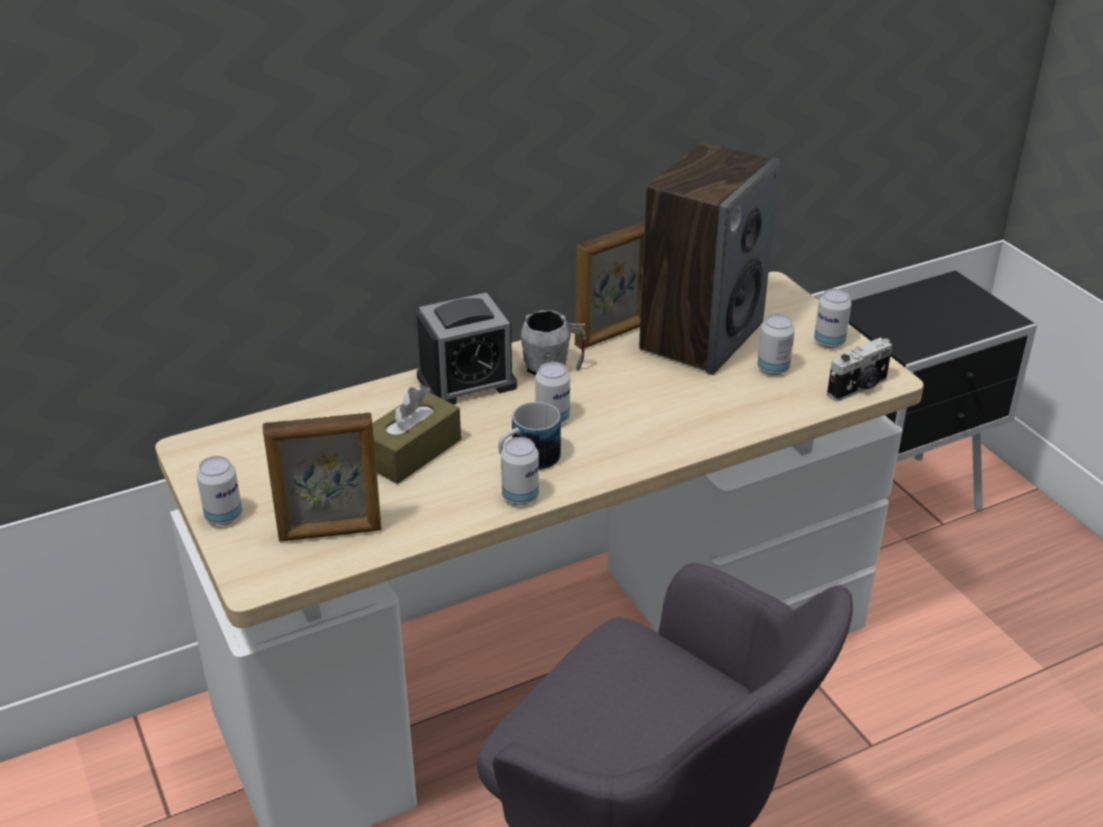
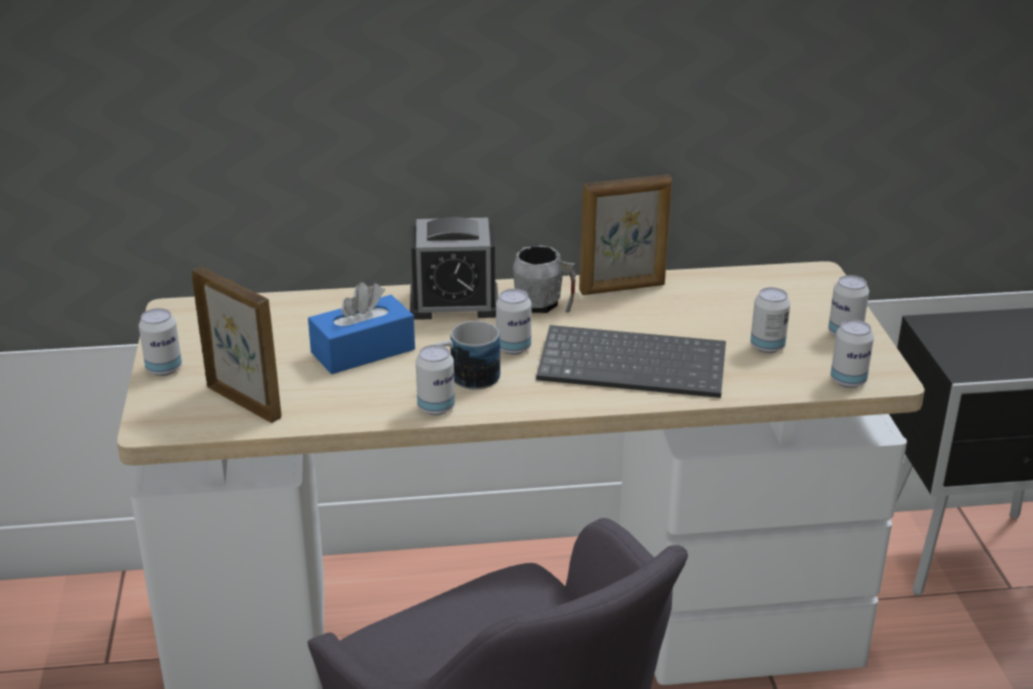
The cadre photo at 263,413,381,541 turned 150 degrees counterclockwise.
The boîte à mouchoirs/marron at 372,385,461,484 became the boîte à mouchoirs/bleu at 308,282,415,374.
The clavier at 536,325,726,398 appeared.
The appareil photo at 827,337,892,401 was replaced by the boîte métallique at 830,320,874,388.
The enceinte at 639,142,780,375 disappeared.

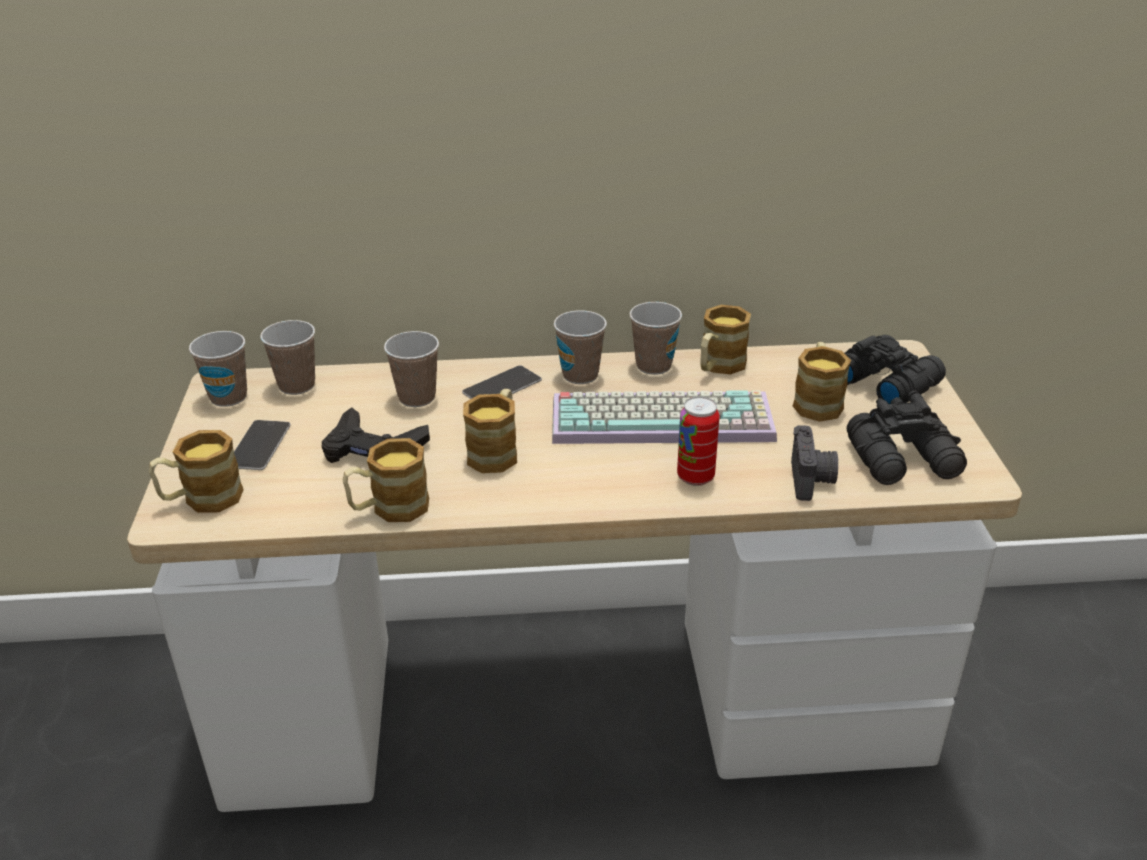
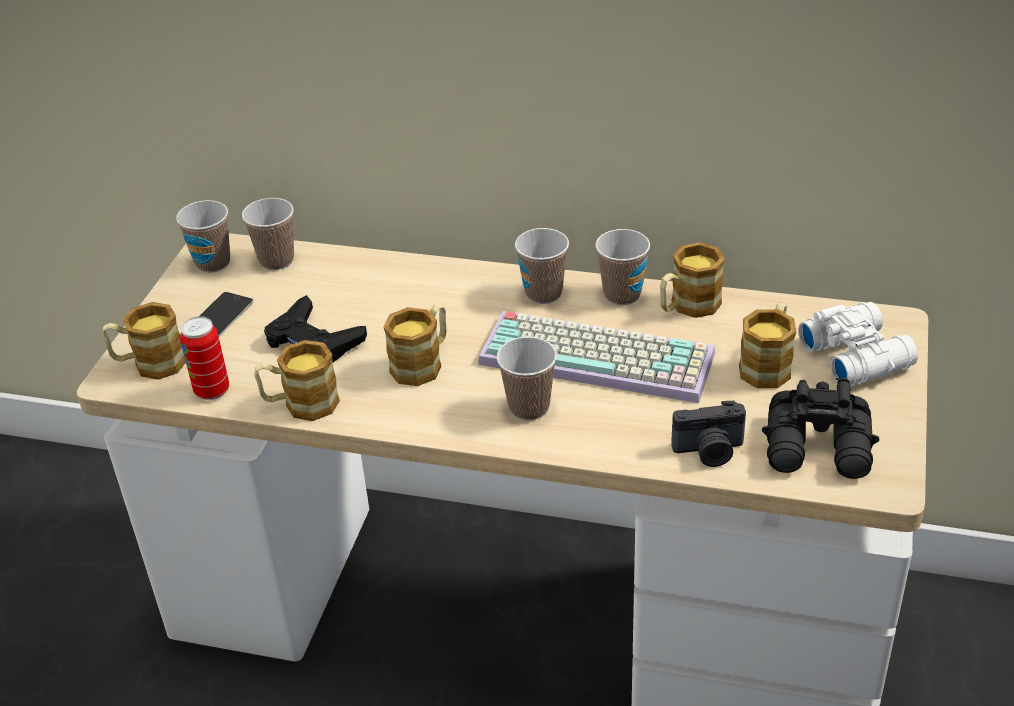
The boîte métallique moved from 677,396,720,486 to 180,316,229,400.
The tasse moved from 384,331,439,407 to 497,337,557,420.
The appareil photo at 791,425,838,501 turned 60 degrees clockwise.
The jumelles/noir at 845,335,946,404 became the jumelles/blanc at 798,302,918,386.
The téléphone at 462,365,542,399 disappeared.

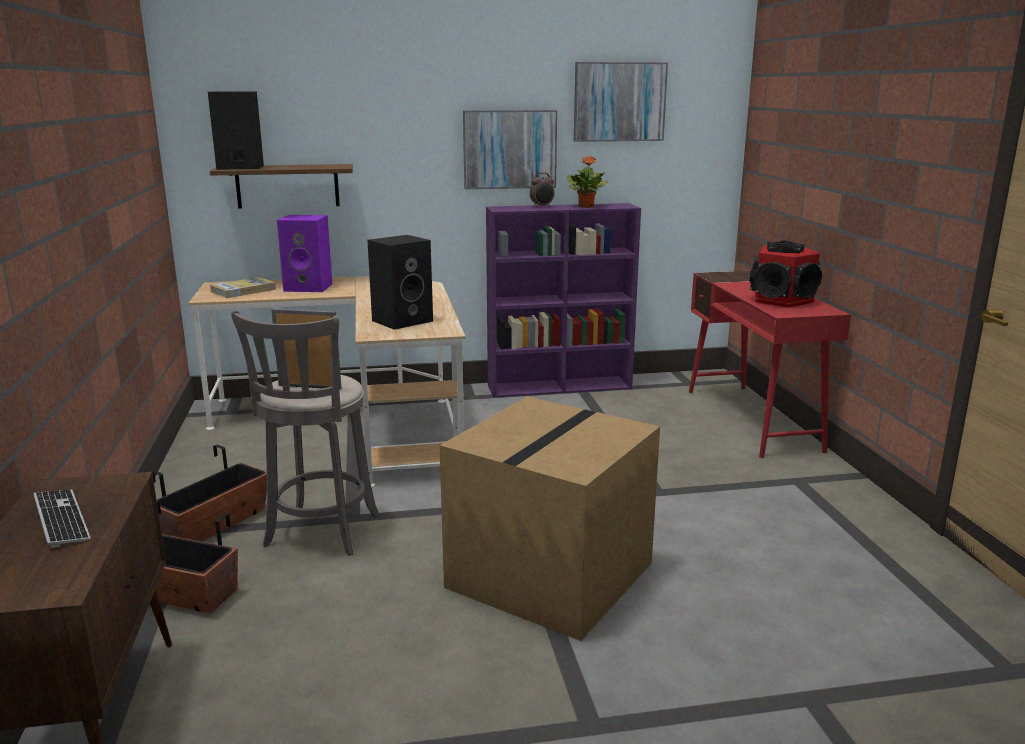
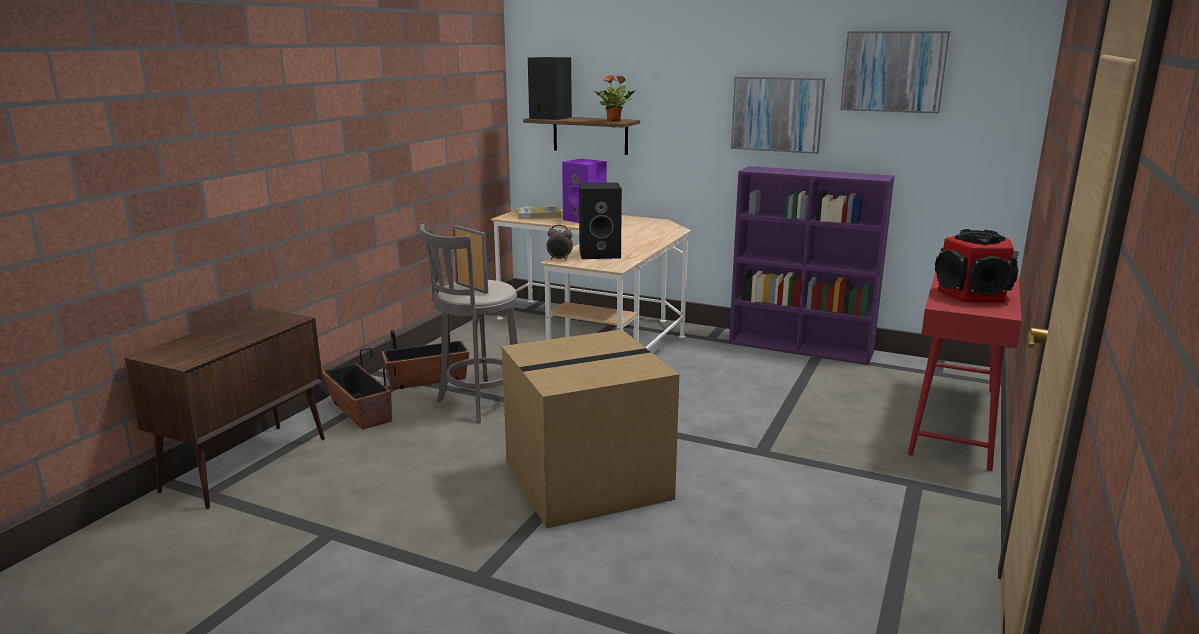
The réveil moved from 530,173,554,207 to 547,225,573,261.
The plante en pot moved from 567,156,607,208 to 595,75,636,122.
The clavier at 34,490,91,548 disappeared.

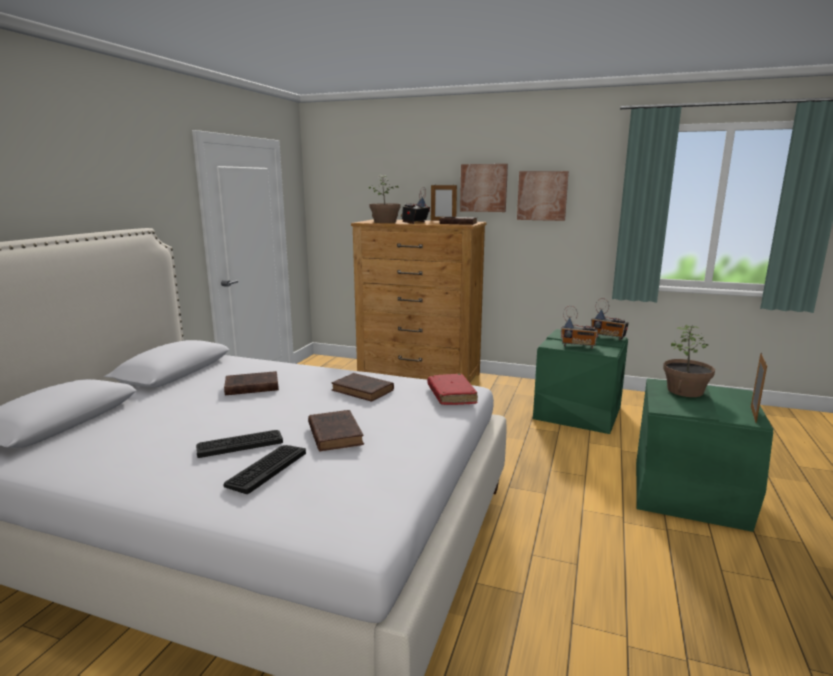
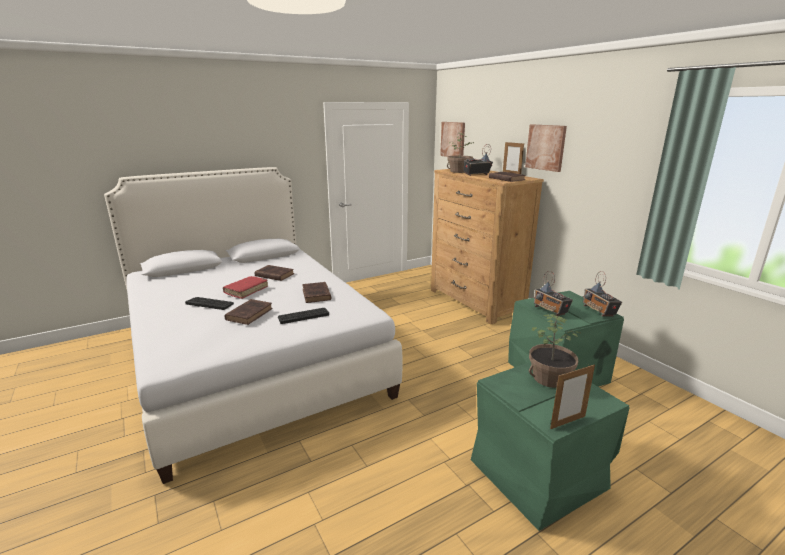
The livre/rouge moved from 427,374,478,405 to 223,276,268,299.
The clavier moved from 223,445,306,494 to 278,308,329,324.
The tableau moved from 517,171,569,221 to 440,122,465,157.

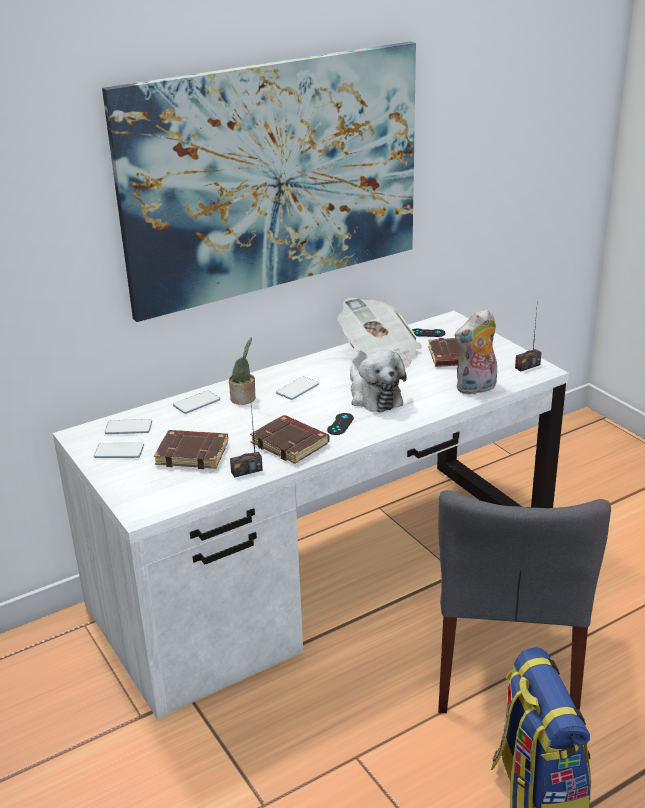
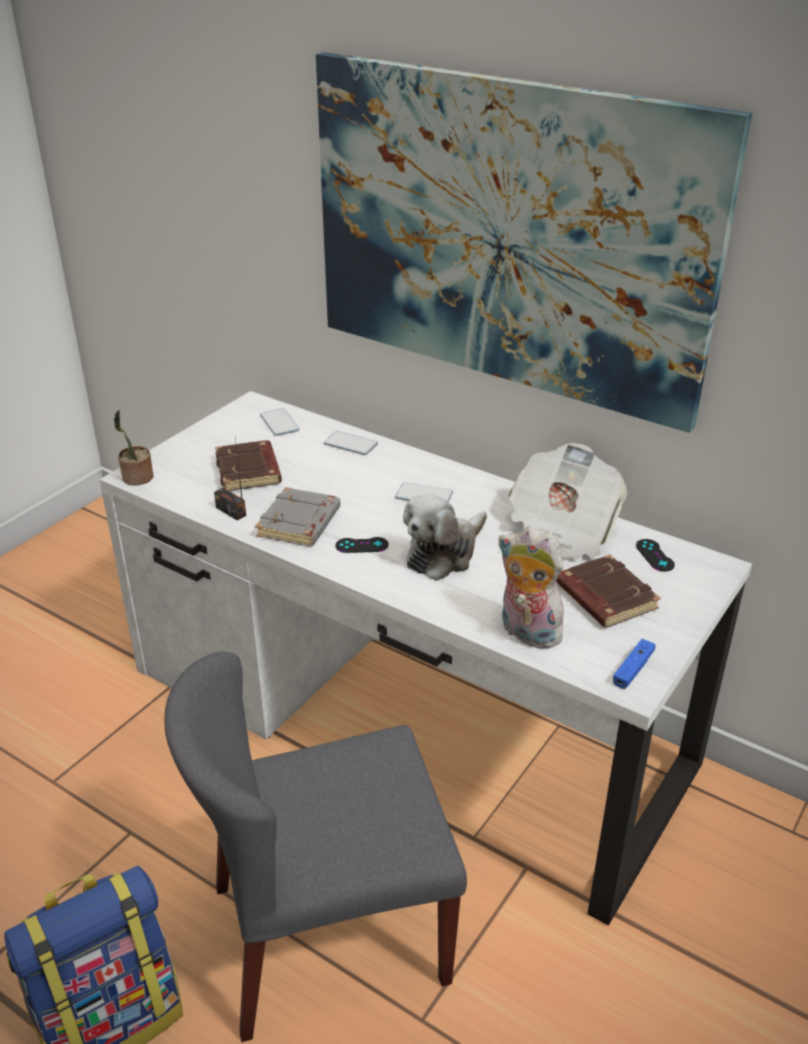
The plante en pot moved from 229,338,256,405 to 114,410,153,485.
The livre/marron at 250,415,330,464 became the livre/gris at 255,487,341,546.
The radio at 515,300,541,371 was replaced by the manette/bleu at 613,639,656,689.
The téléphone at 94,443,144,458 disappeared.

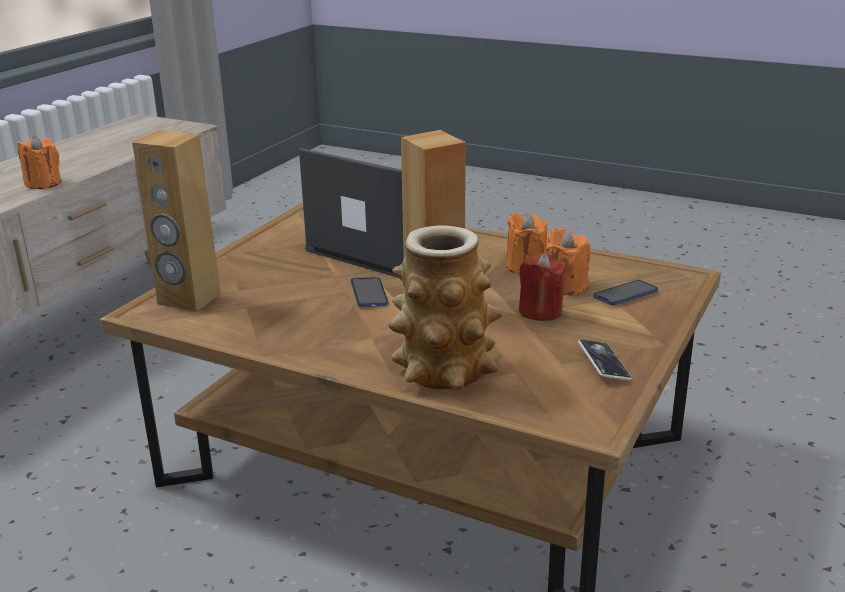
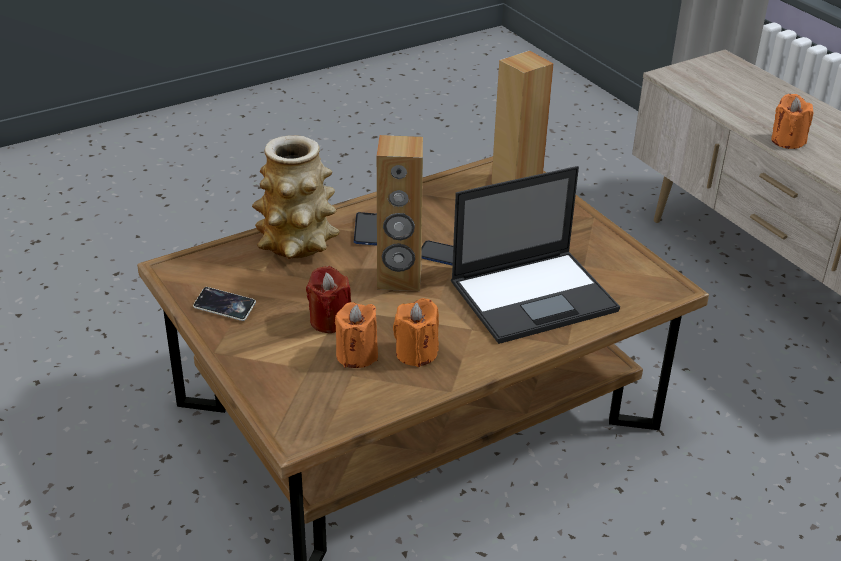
The téléphone moved from 593,280,658,305 to 354,212,377,246.

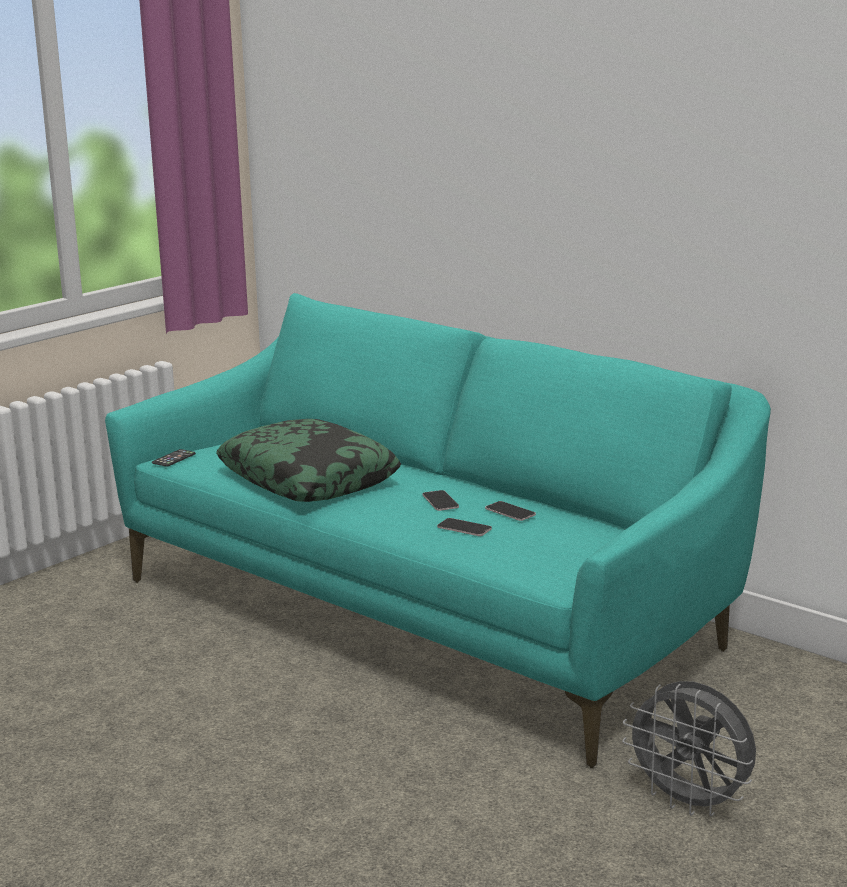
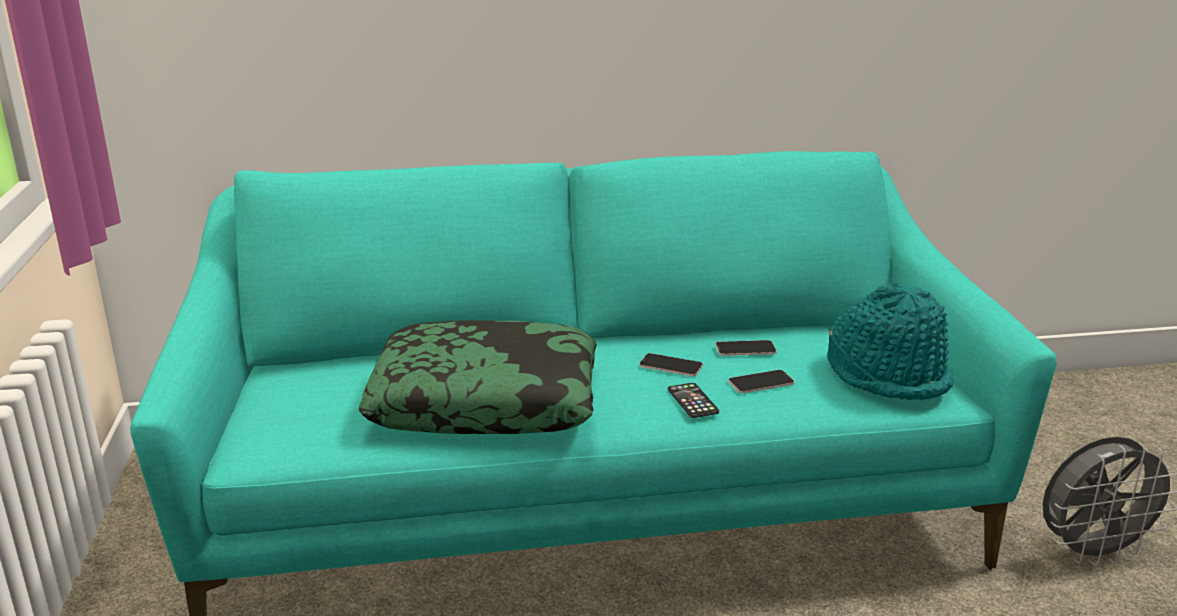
The téléphone moved from 152,449,196,467 to 668,383,719,418.
The chapeau/turquoise at 827,282,954,400 appeared.

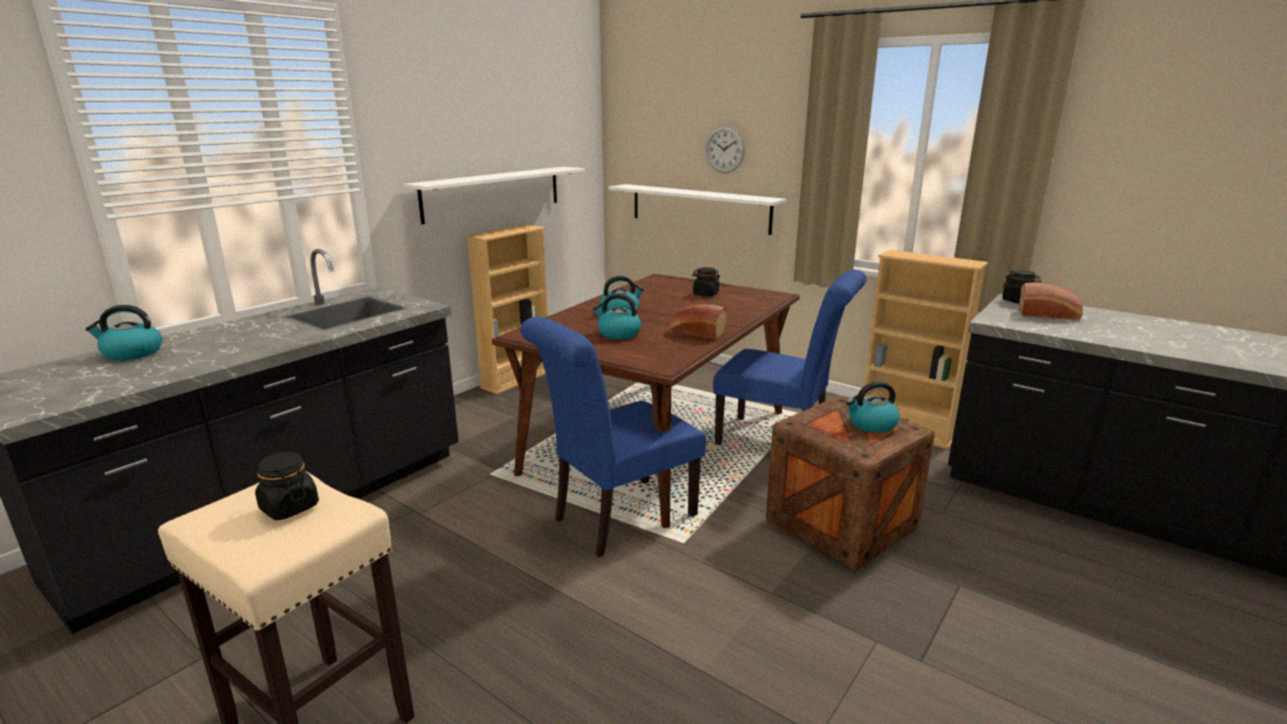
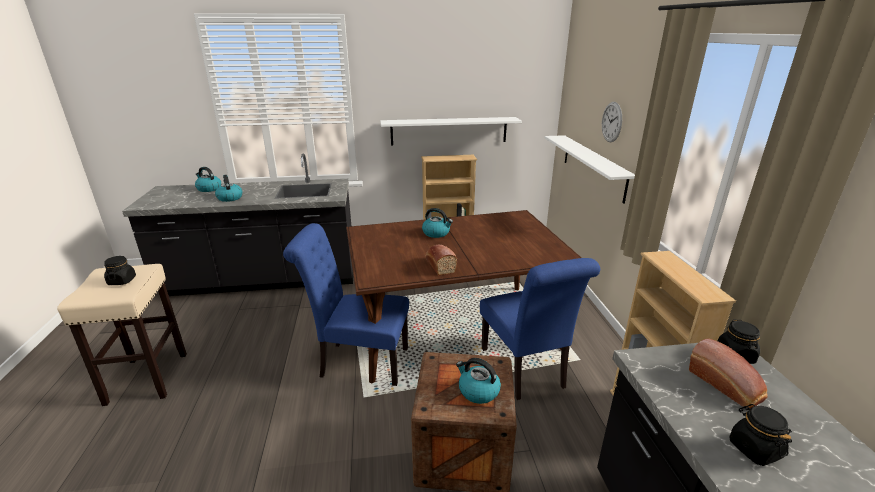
The bouilloire moved from 593,293,641,339 to 215,175,242,202.
The bocal/noir moved from 692,267,720,296 to 729,404,792,466.

